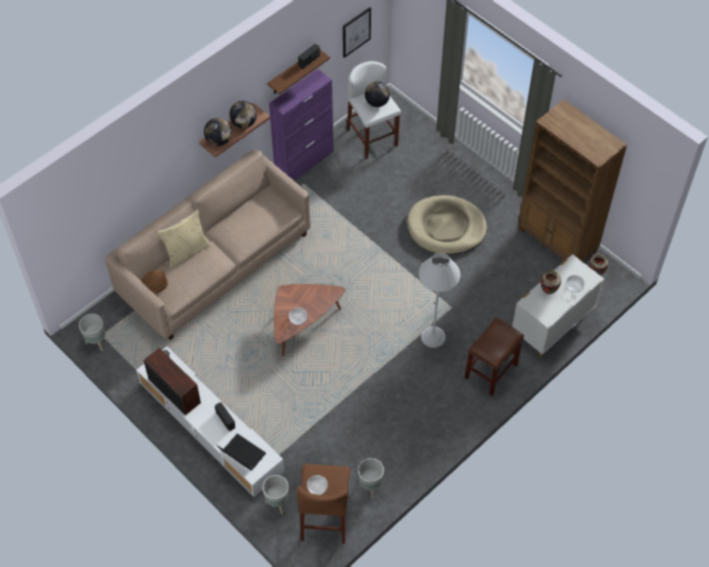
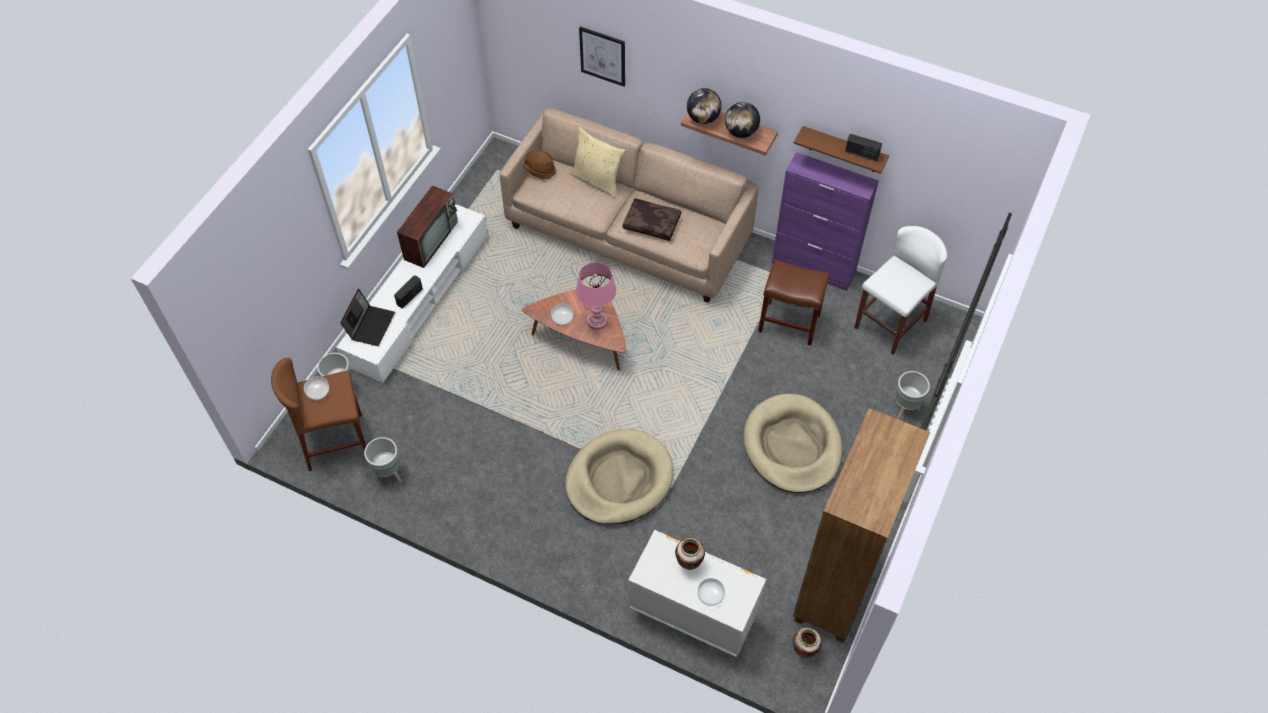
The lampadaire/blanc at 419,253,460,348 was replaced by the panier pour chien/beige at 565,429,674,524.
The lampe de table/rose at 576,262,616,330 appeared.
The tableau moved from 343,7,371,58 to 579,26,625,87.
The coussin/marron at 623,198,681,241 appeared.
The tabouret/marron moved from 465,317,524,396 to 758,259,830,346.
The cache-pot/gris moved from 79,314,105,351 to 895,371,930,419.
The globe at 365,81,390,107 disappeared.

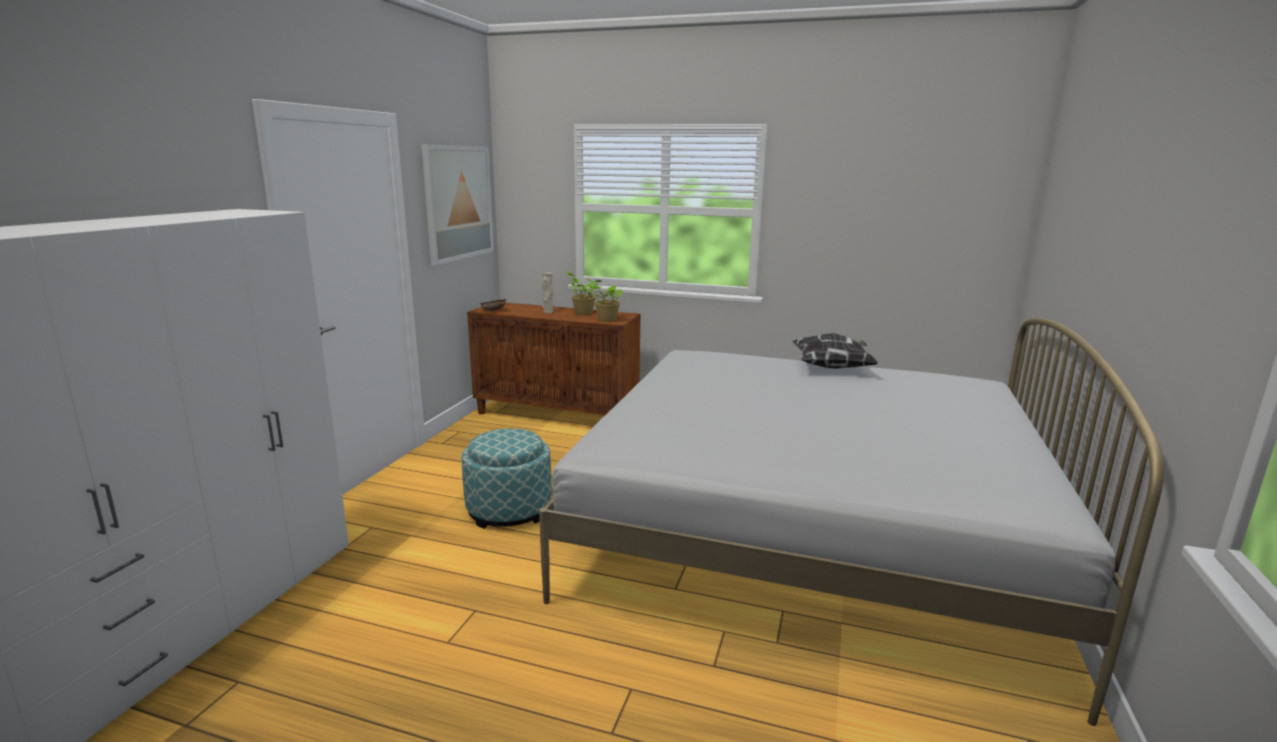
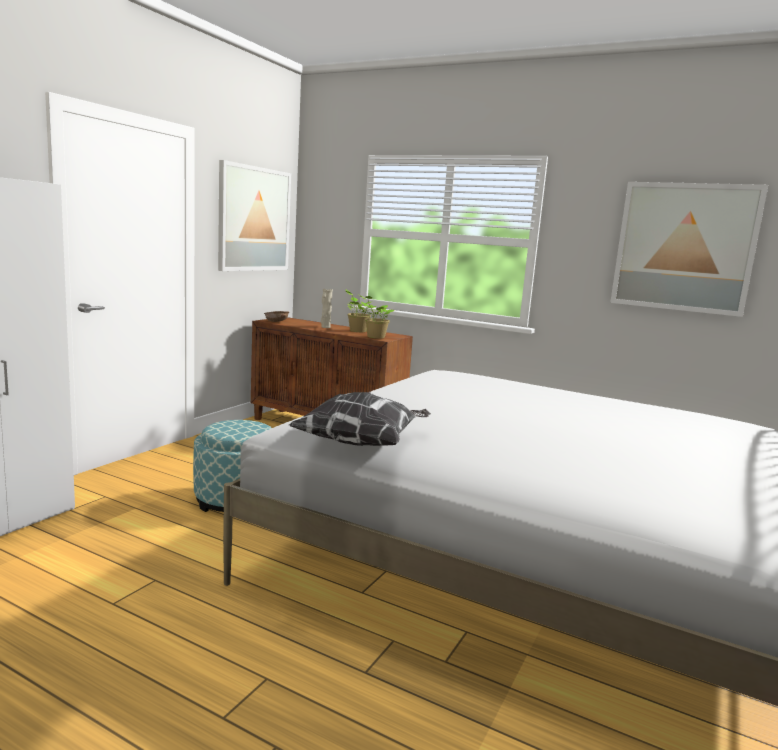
The coussin moved from 793,333,878,369 to 289,392,431,446.
The tableau at 610,182,768,317 appeared.

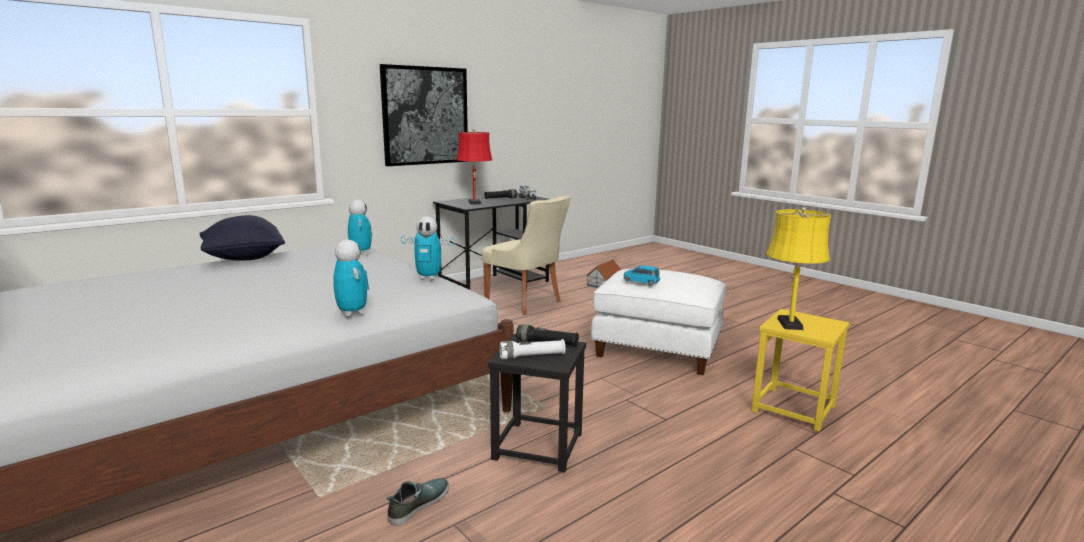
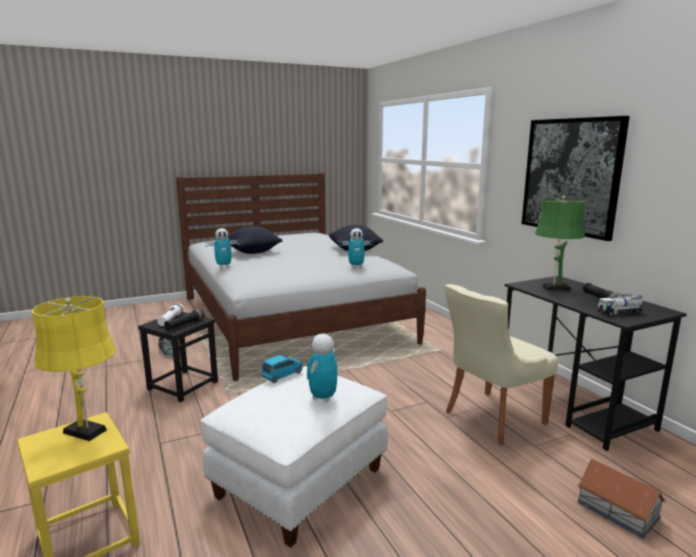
The coussin/noir at 228,226,283,254 appeared.
The robot jouet moved from 401,216,454,280 to 307,333,337,402.
The lampe de table/rouge at 456,129,493,205 became the lampe de table/vert at 535,196,586,291.

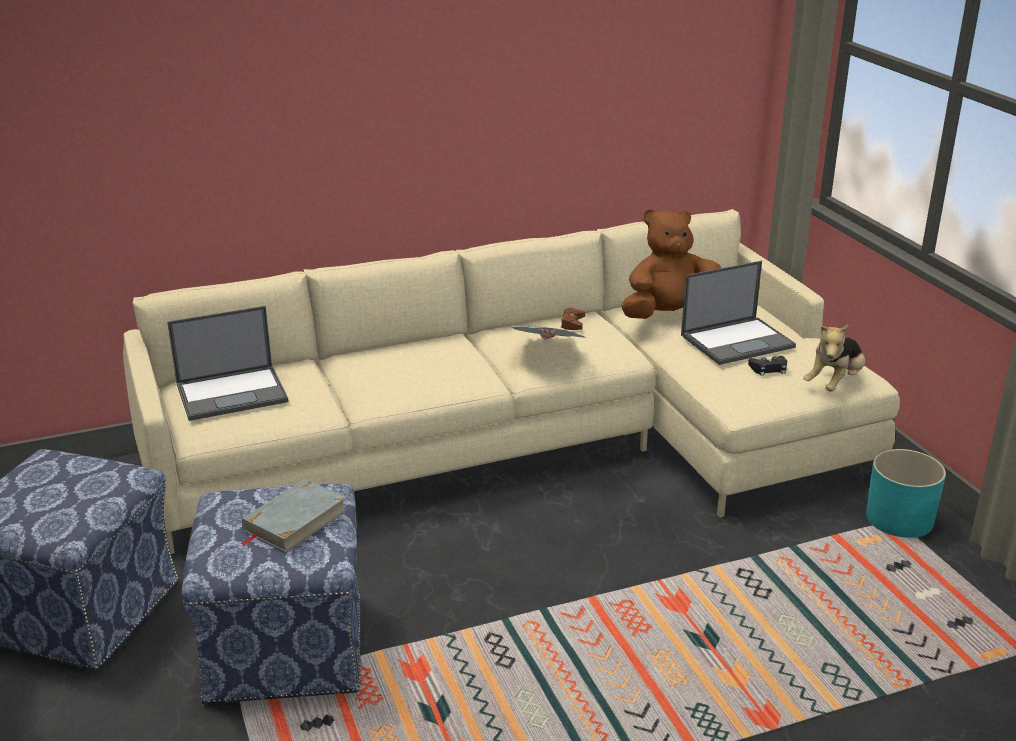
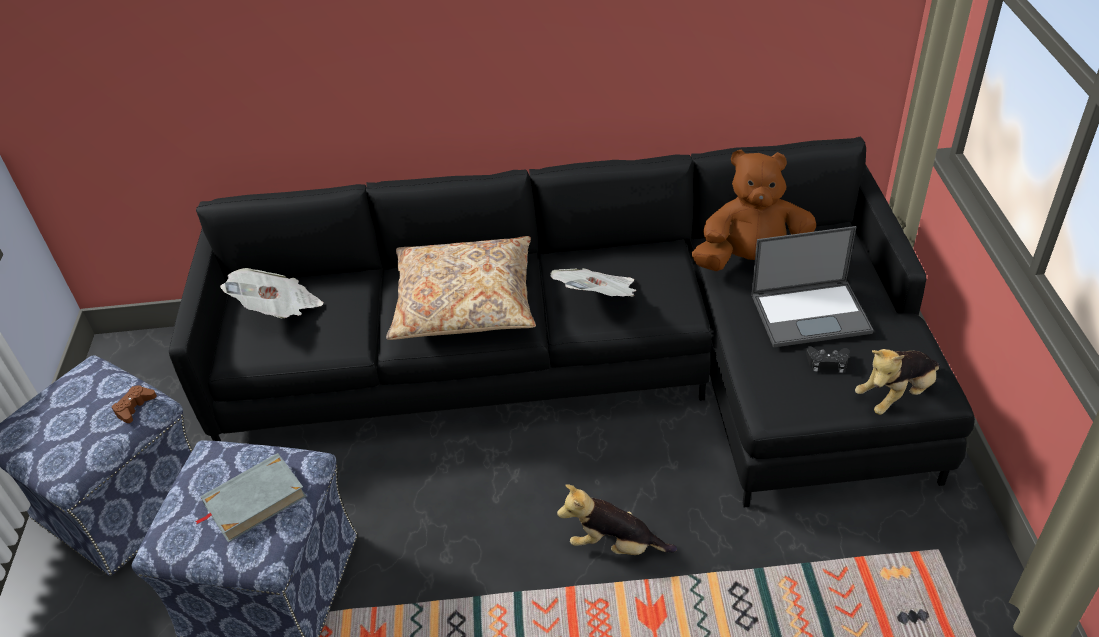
The manette/marron moved from 561,308,585,330 to 112,385,157,423.
The canapé/beige at 123,209,900,555 became the canapé/noir at 169,136,975,507.
The ordinateur portable at 167,306,289,421 was replaced by the journal at 220,268,324,318.
The coussin/beige at 386,236,536,340 appeared.
The peluche at 557,484,677,555 appeared.
The cache-pot/turquoise at 866,449,946,538 disappeared.

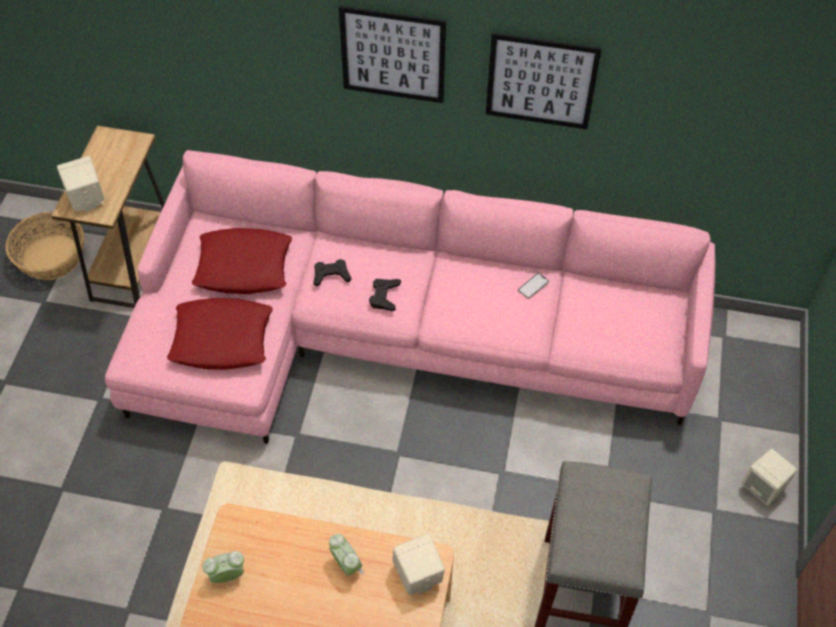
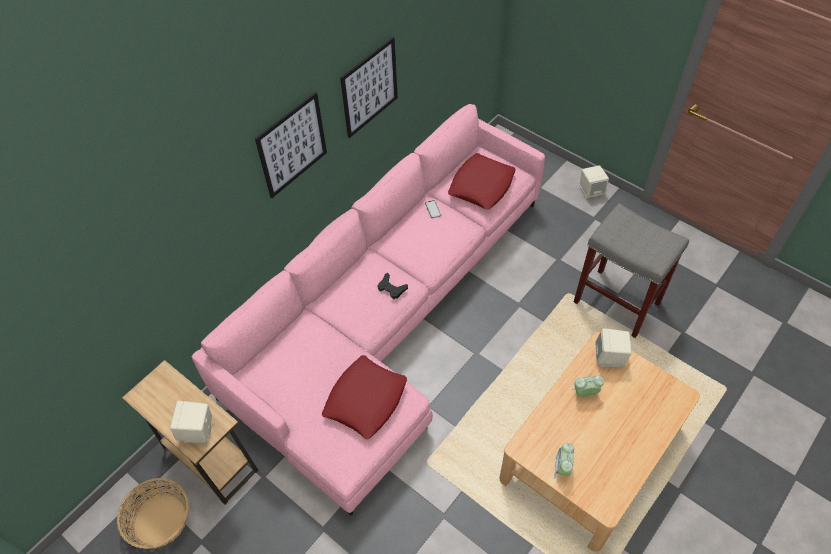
The coussin/rouge moved from 192,228,292,294 to 448,153,515,210.
The manette/noir at 313,259,351,286 disappeared.

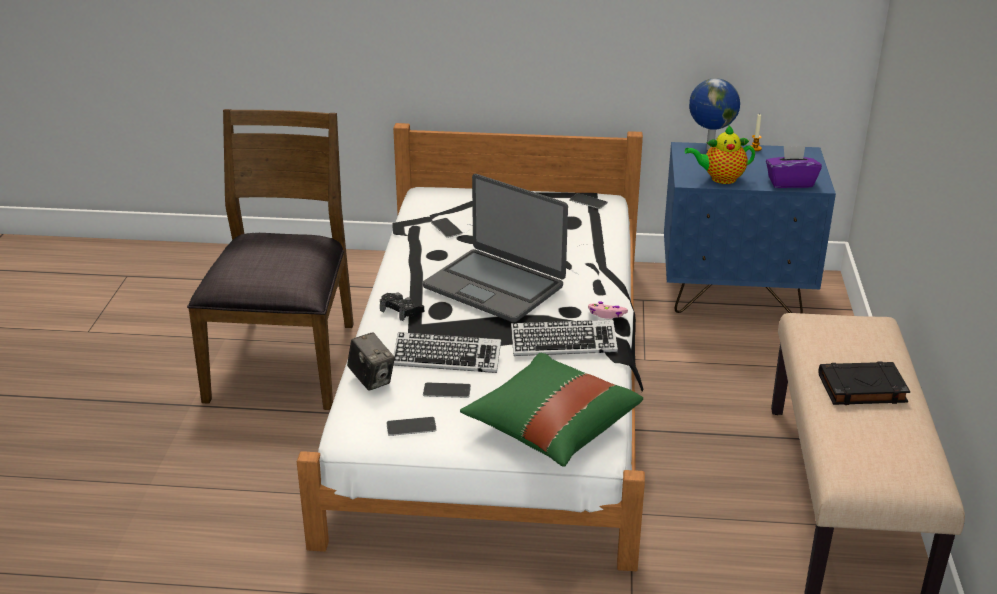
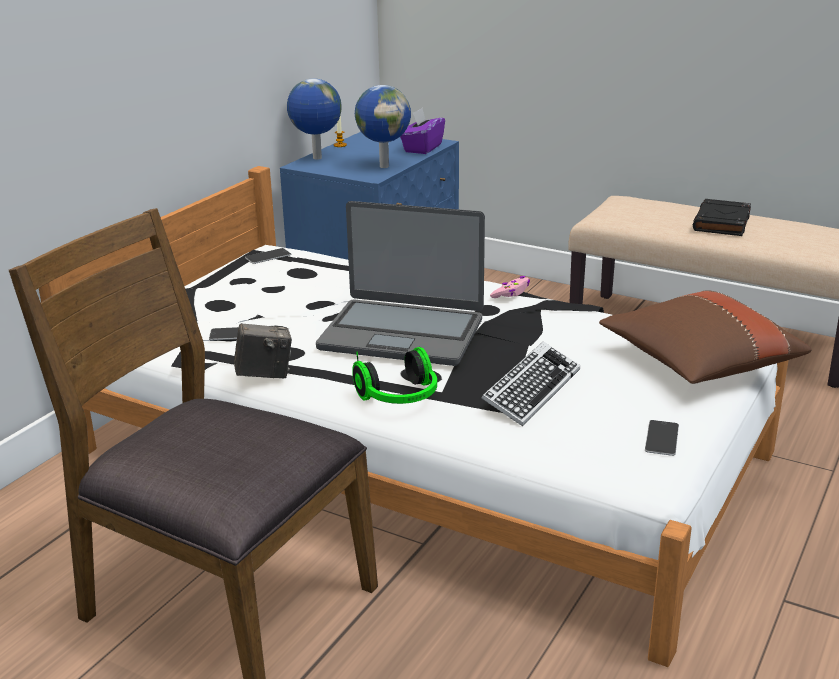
The appareil photo moved from 347,332,395,391 to 234,323,292,379.
The ordinateur portable at 423,174,568,323 turned 45 degrees clockwise.
The manette/noir at 380,293,424,321 was replaced by the casque audio at 352,347,437,404.
The théière at 685,125,755,184 was replaced by the globe at 355,85,411,168.
The coussin/vert at 460,353,643,467 became the coussin/marron at 599,290,812,384.
The téléphone at 423,383,471,398 disappeared.
The clavier at 511,320,618,356 disappeared.

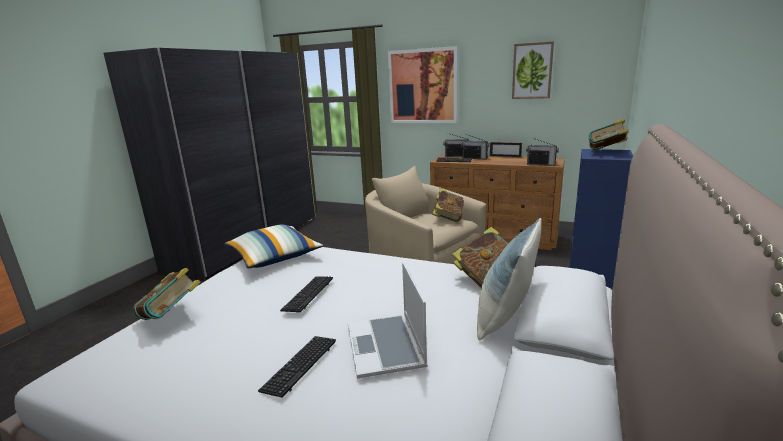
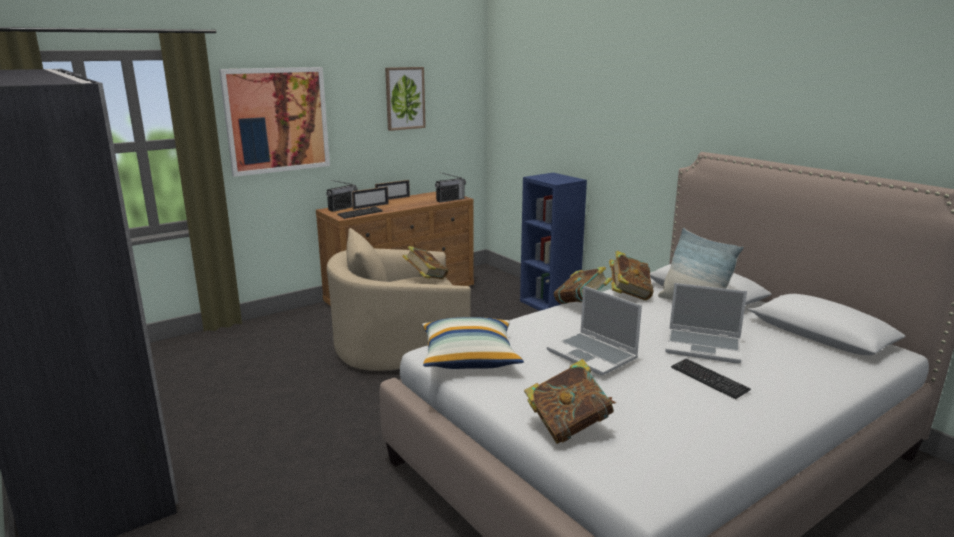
The radio at 461,134,490,159 was replaced by the cadre photo at 352,187,389,210.
The clavier at 280,276,333,312 was replaced by the ordinateur portable at 547,286,642,376.
The livre moved from 589,119,629,150 to 554,266,613,304.

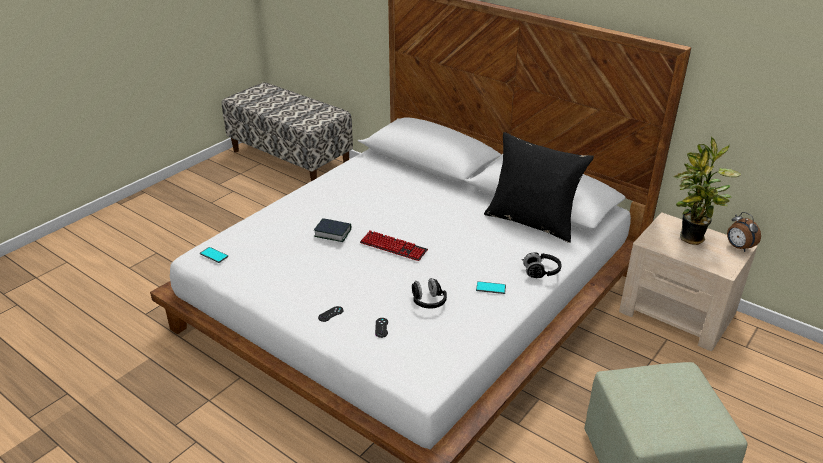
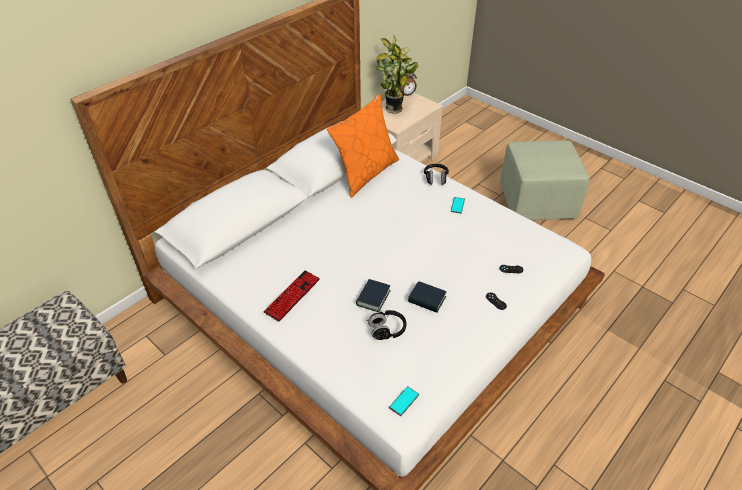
The clavier moved from 360,230,428,261 to 264,270,320,322.
The coussin/noir at 484,132,594,243 became the coussin/orange at 327,94,399,198.
The casque audio/noir moved from 412,278,447,309 to 367,310,406,340.
The livre at 408,281,447,313 appeared.

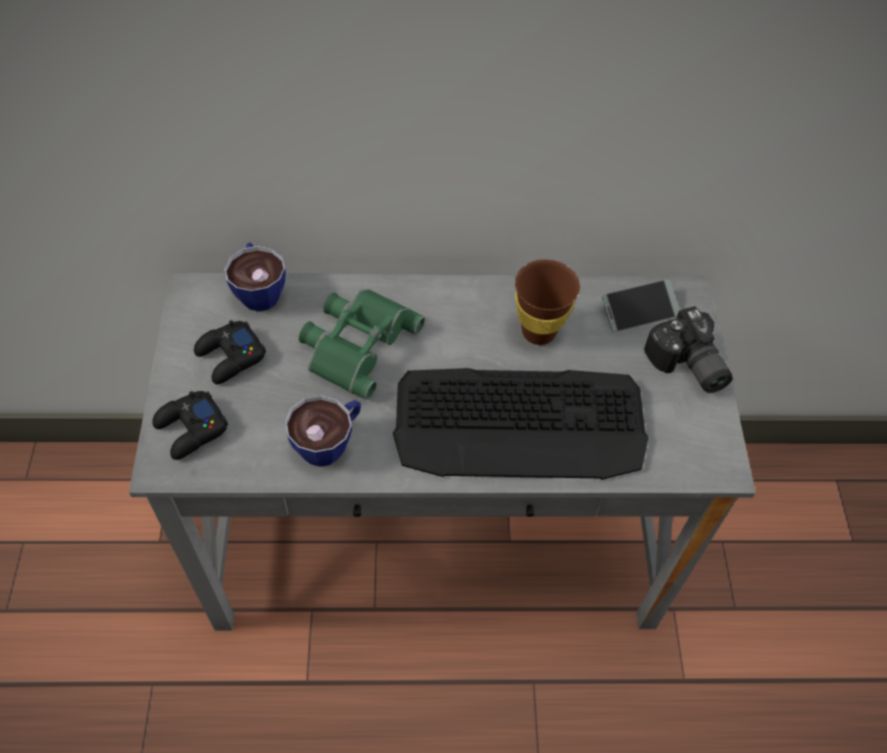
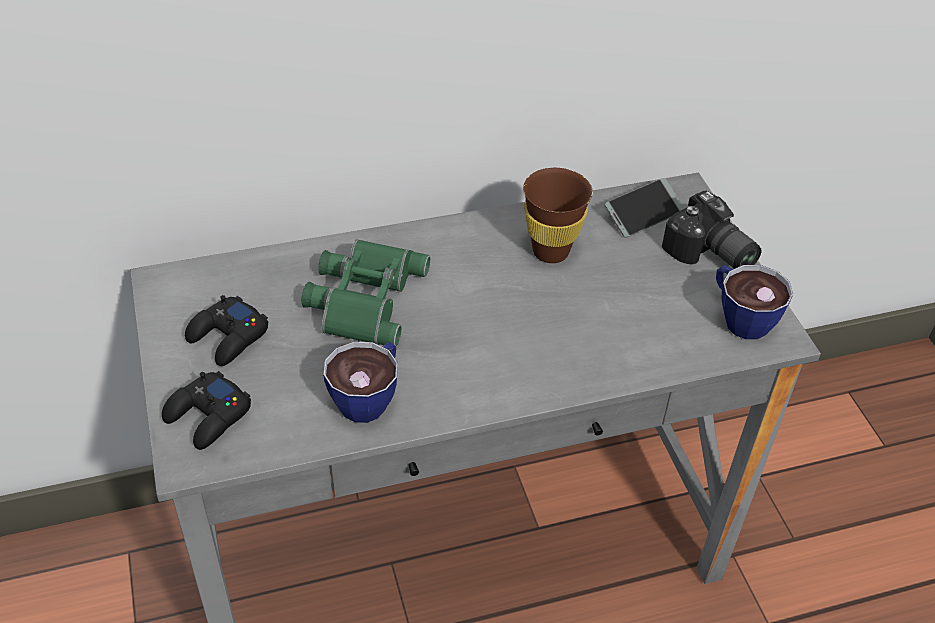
The tasse moved from 224,243,286,311 to 716,265,793,339.
The clavier at 393,368,649,480 disappeared.

